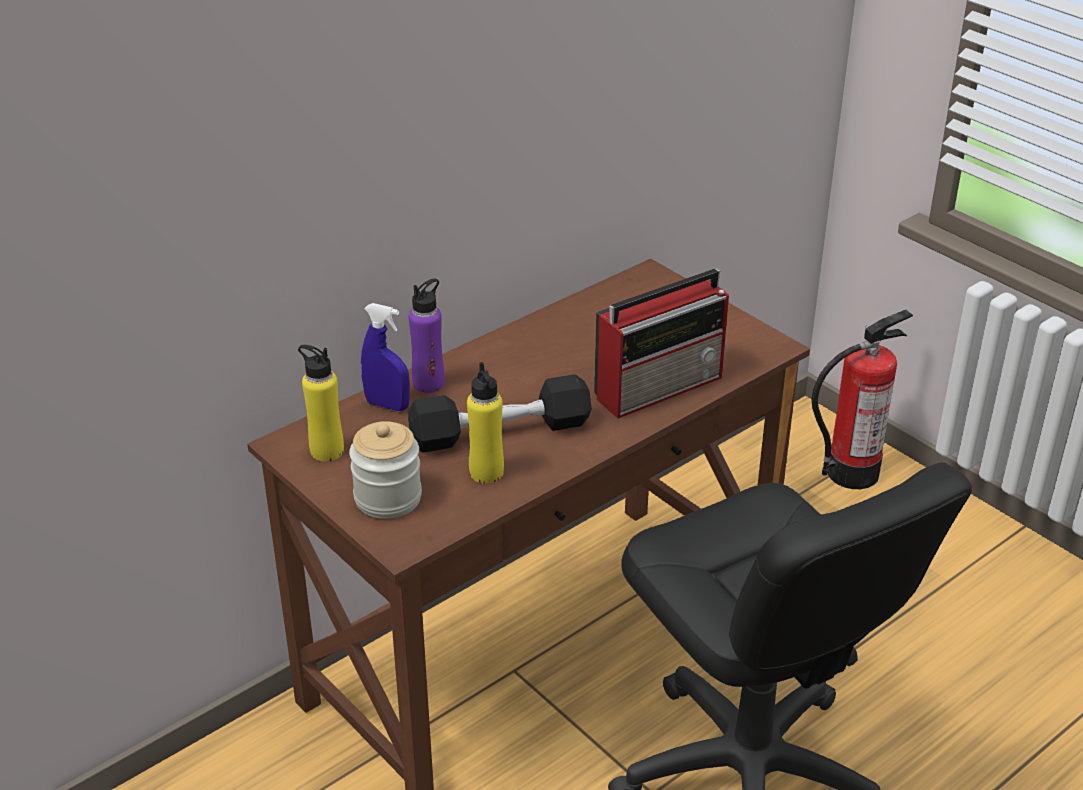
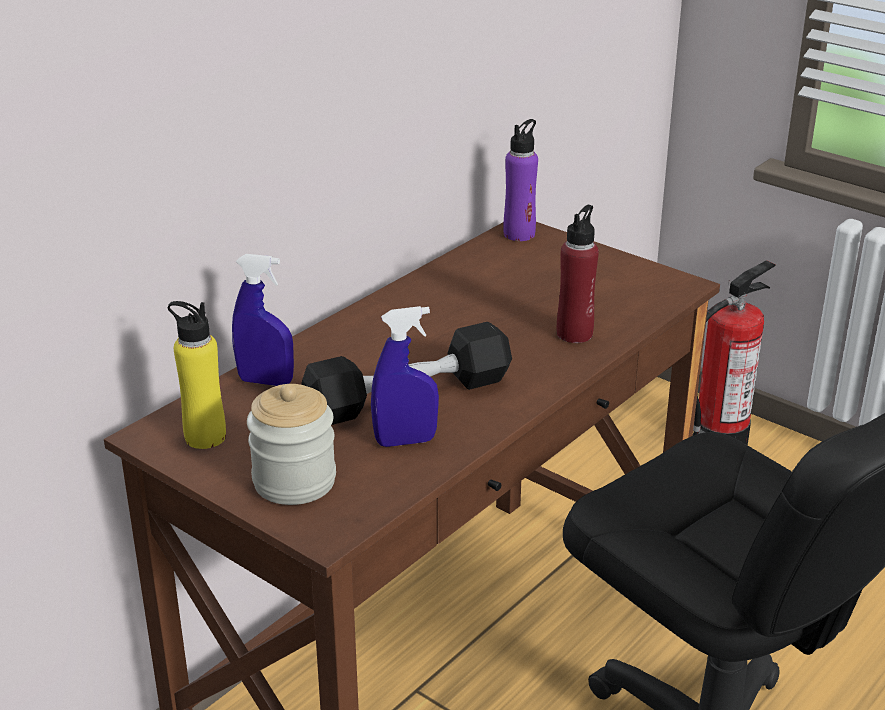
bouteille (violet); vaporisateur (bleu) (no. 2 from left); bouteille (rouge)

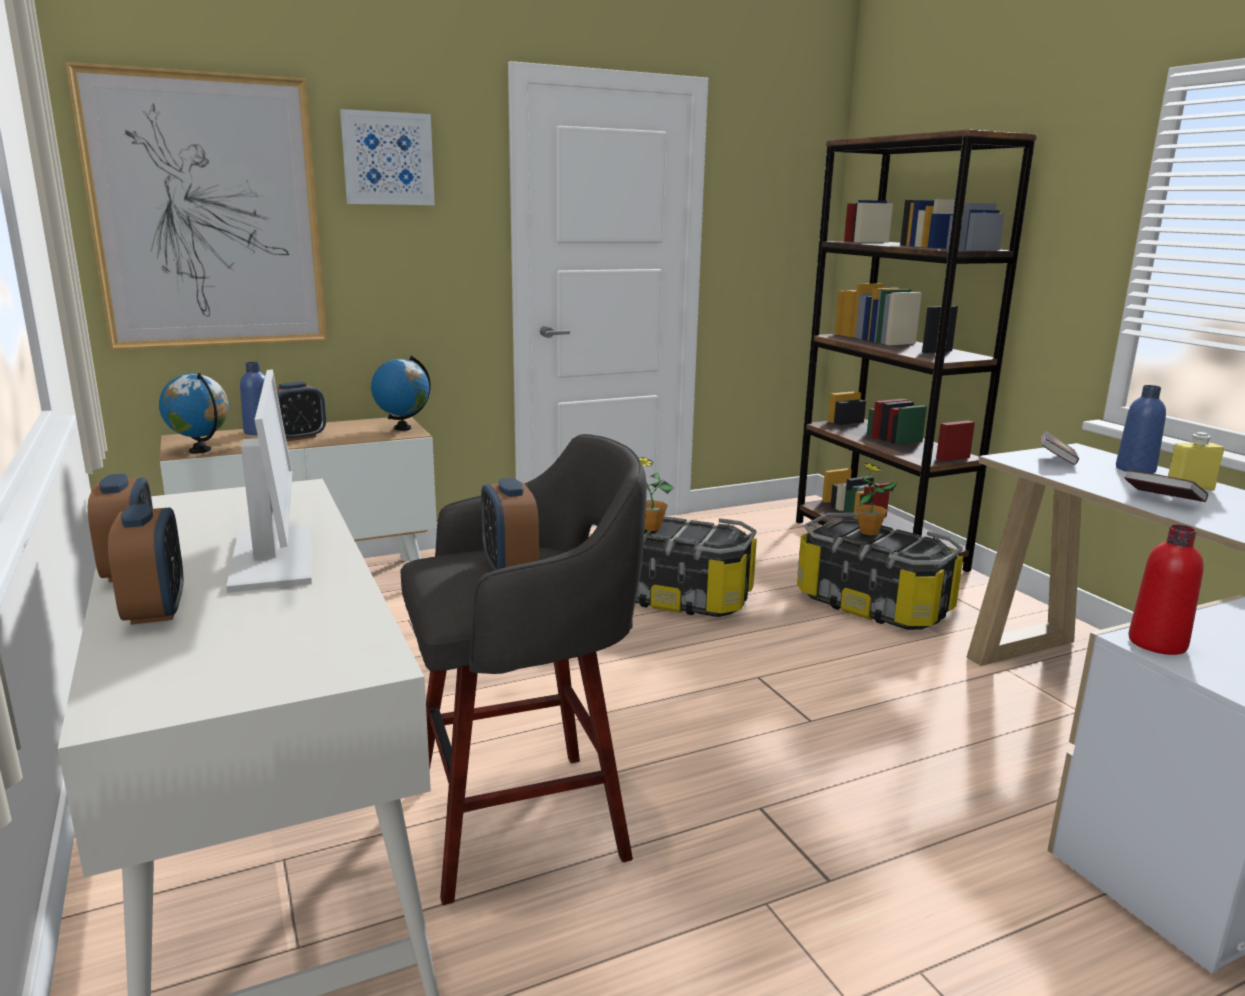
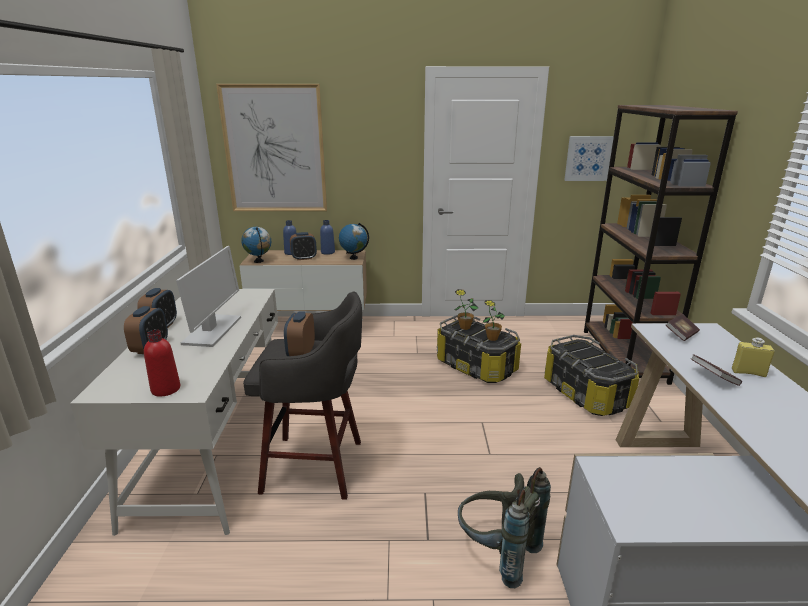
tableau (no. 2 from left); plante en pot (no. 2 from left); bouteille (bleu) (no. 2 from left); bouteille (rouge); sac à dos (gris)

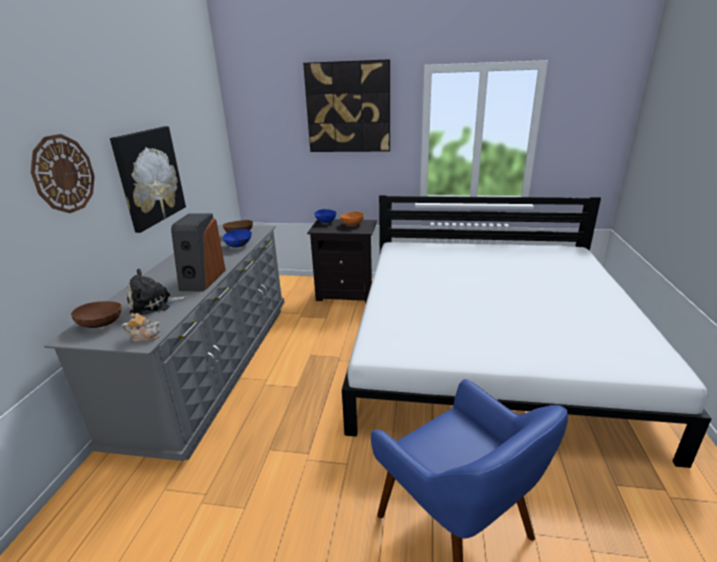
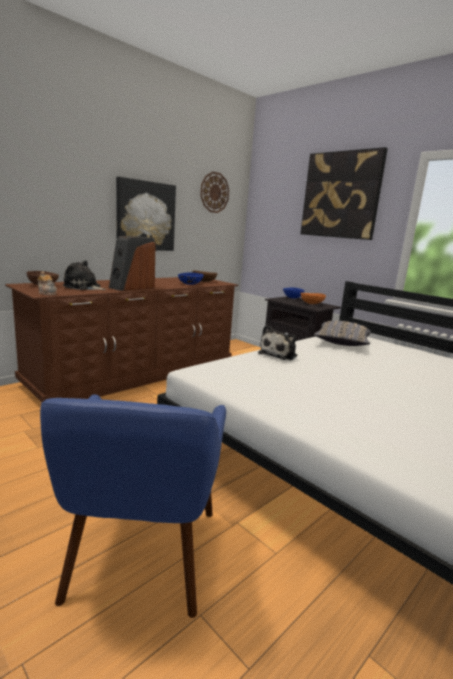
horloge murale; commode (marron); peluche (no. 2 from left); coussin (gris)

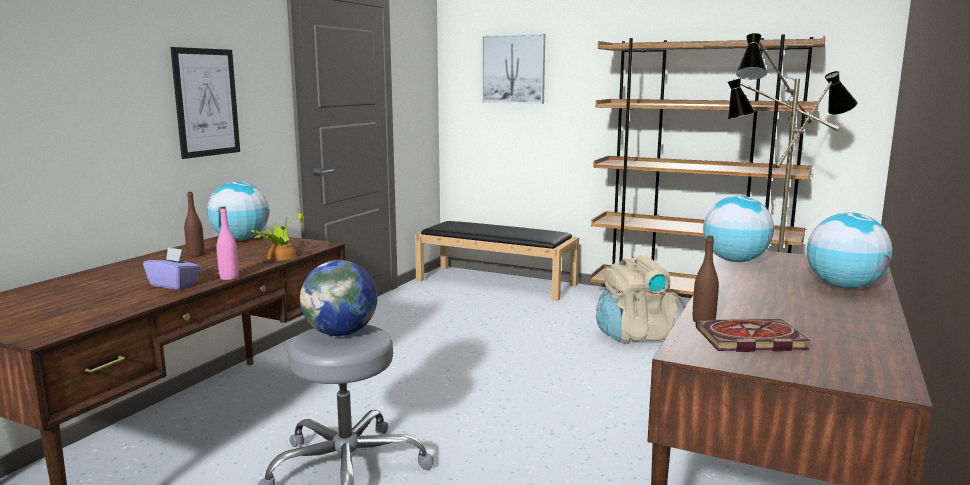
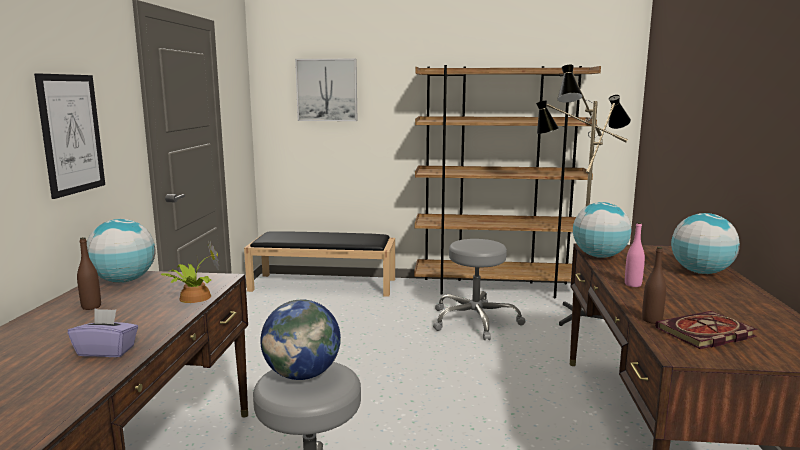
bouteille (rose); tabouret (gris) (no. 2 from left)

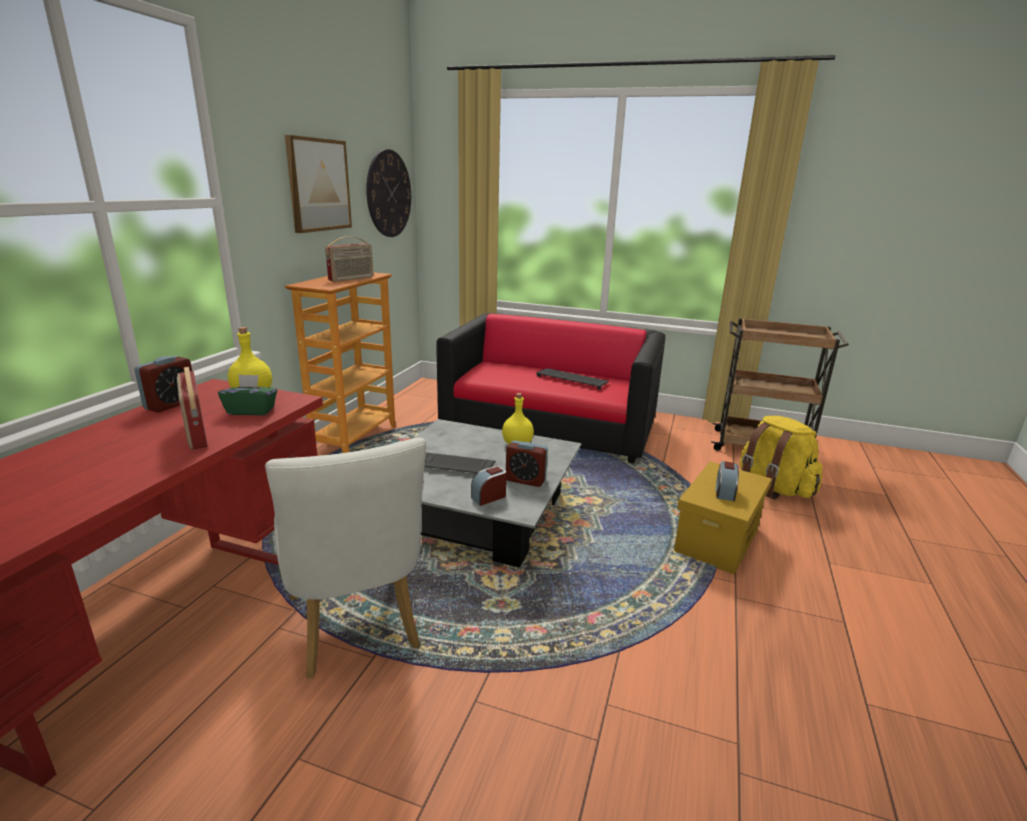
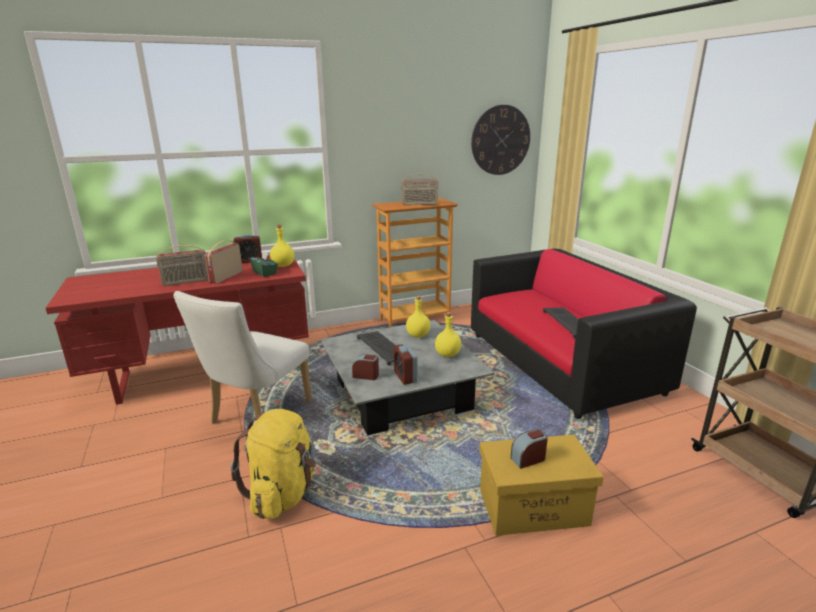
tableau; sac à dos (jaune); radio (no. 1 from left); bouteille (jaune) (no. 2 from left)

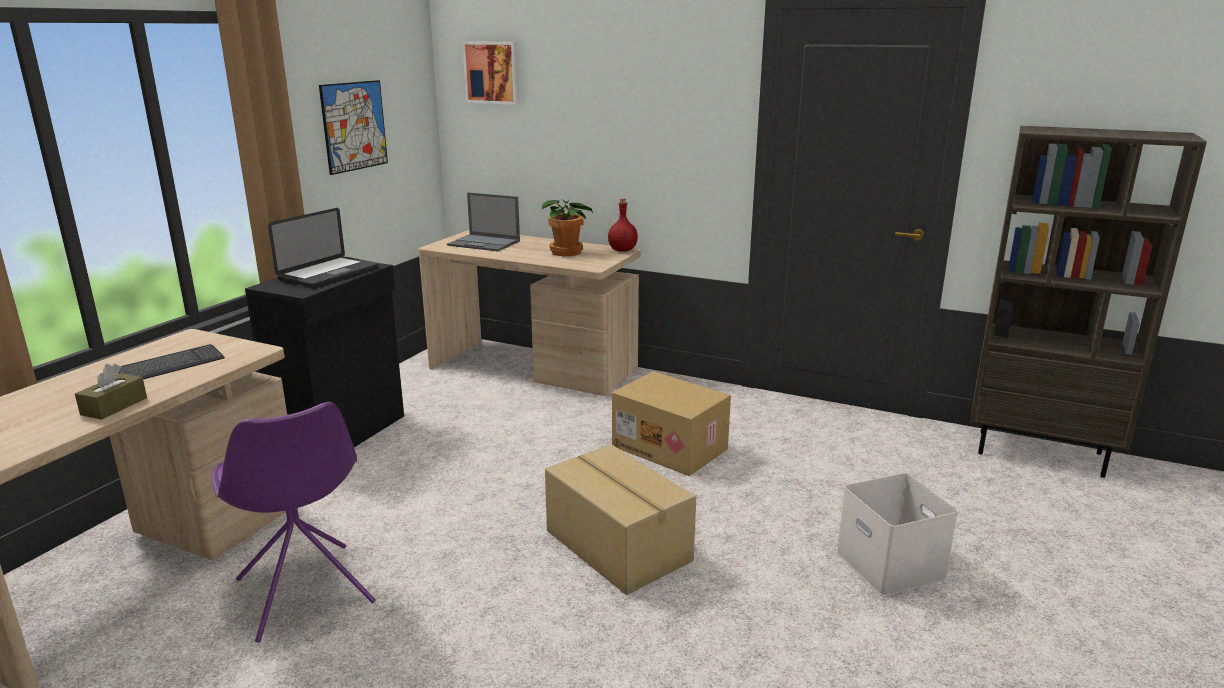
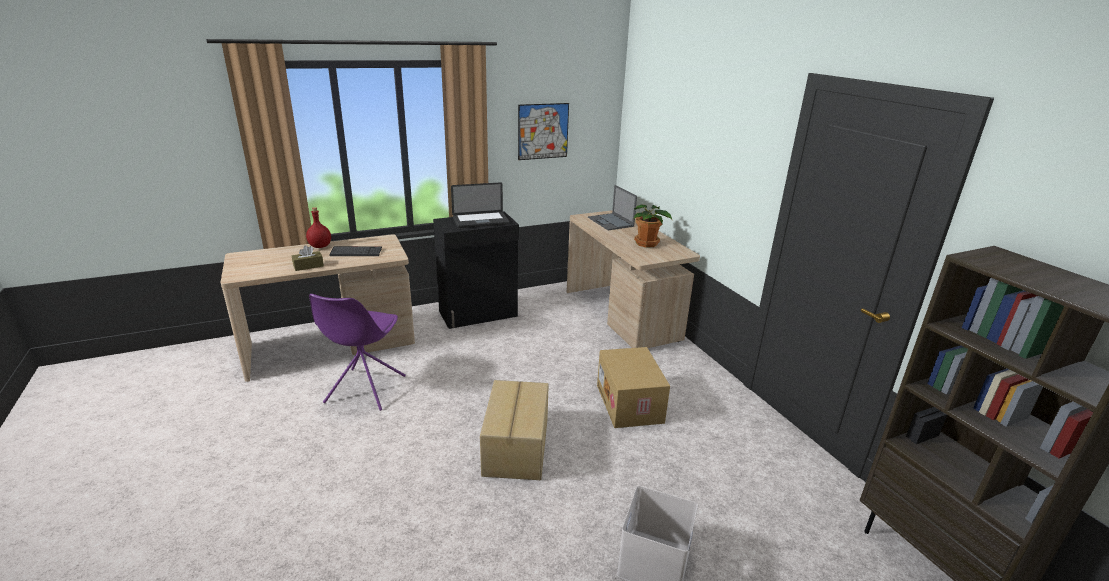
tableau (no. 2 from left in the first image); bouteille (rouge)

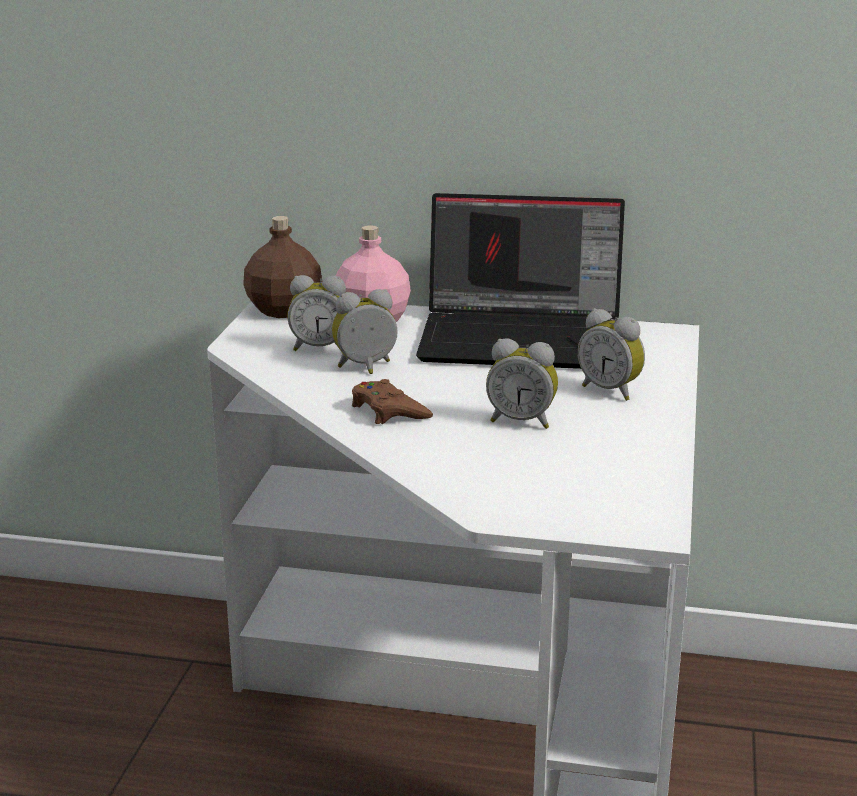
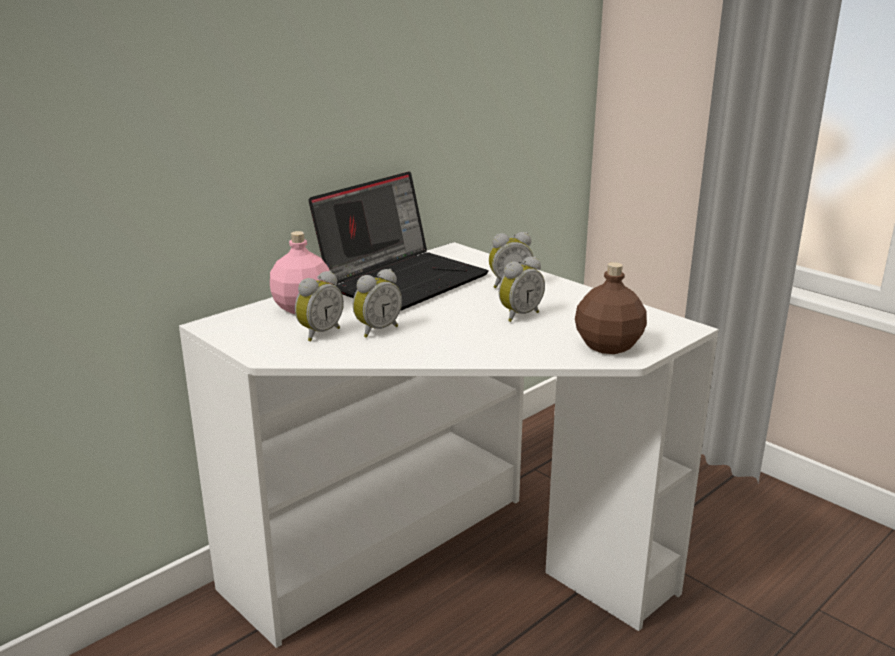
bouteille (marron); réveil (no. 2 from left); manette (marron)

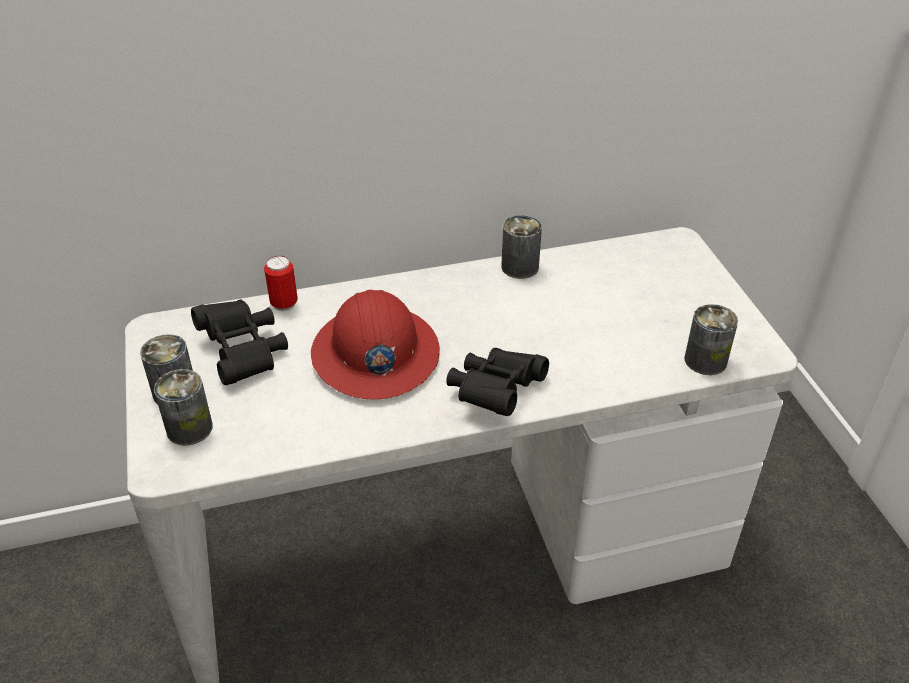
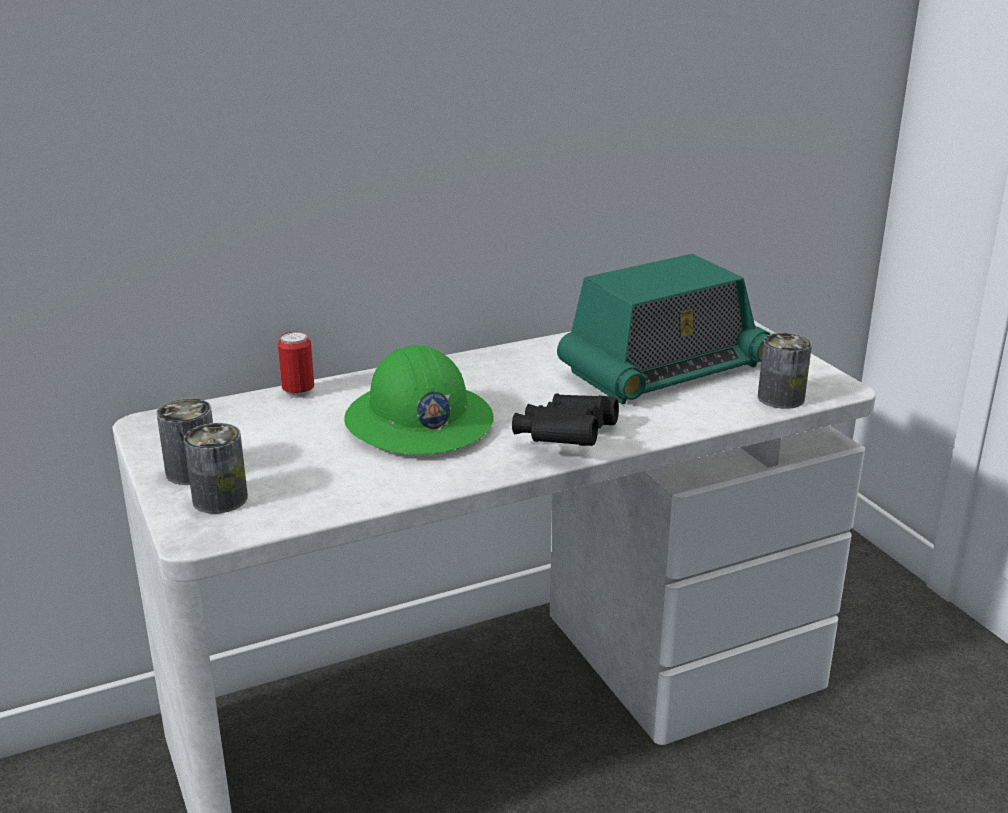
jumelles (noir) (no. 1 from left in the first image); casque de chantier (vert); boîte métallique (no. 4 from left in the first image); radio

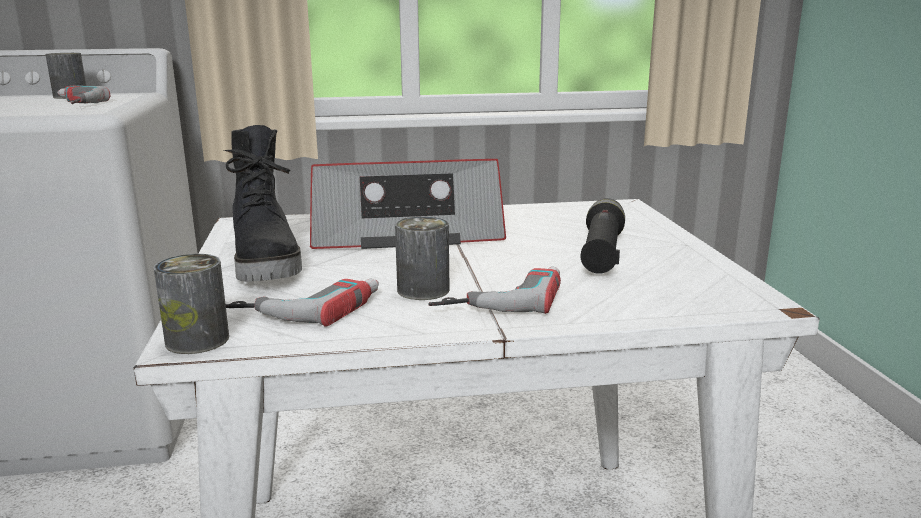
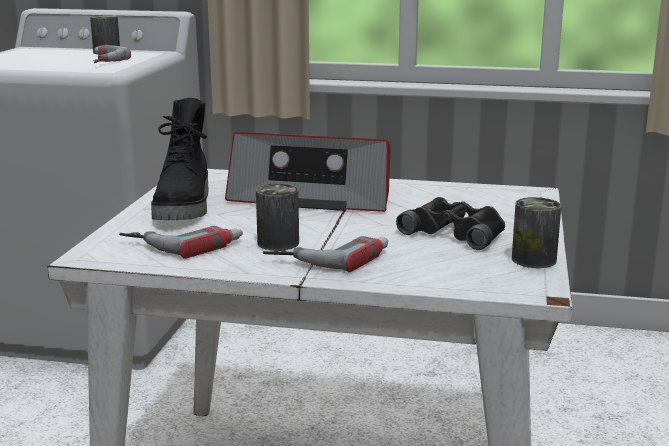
boîte métallique (no. 3 from left); jumelles (noir)

